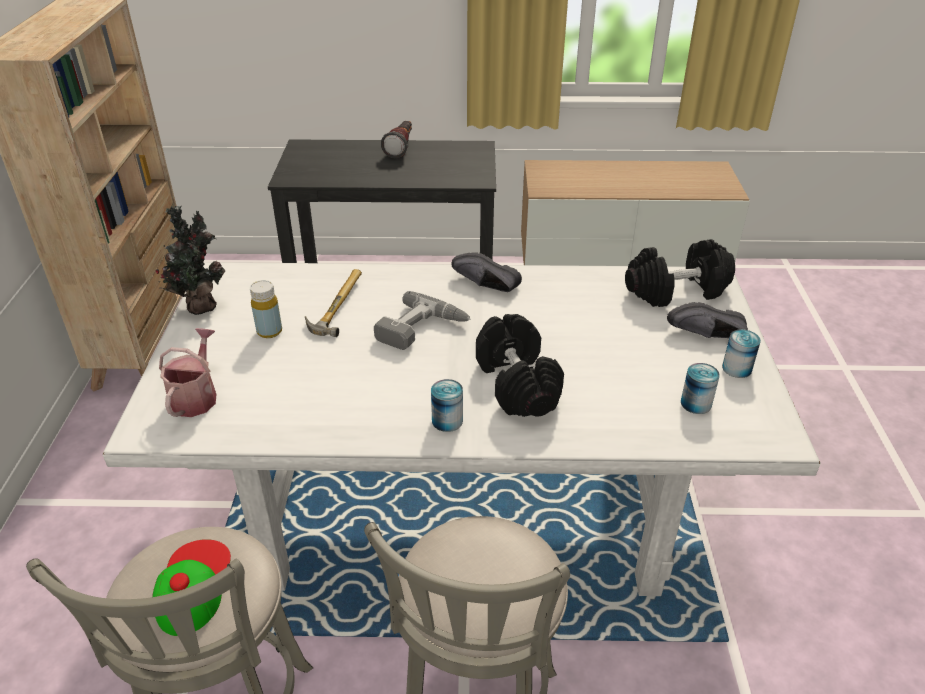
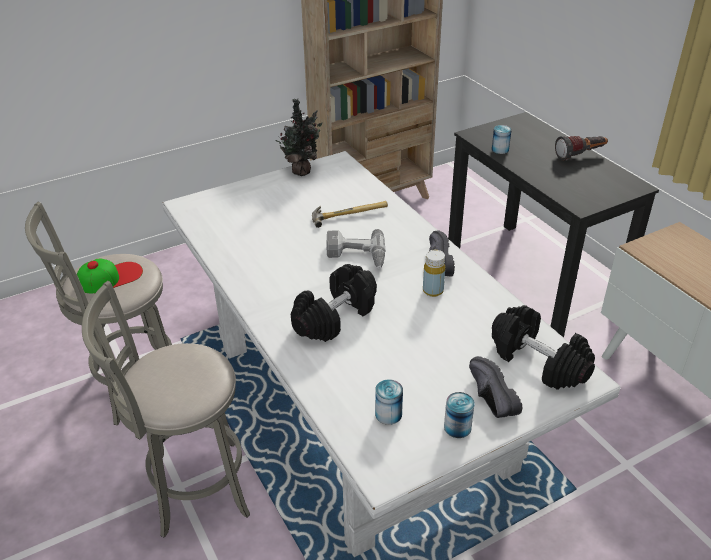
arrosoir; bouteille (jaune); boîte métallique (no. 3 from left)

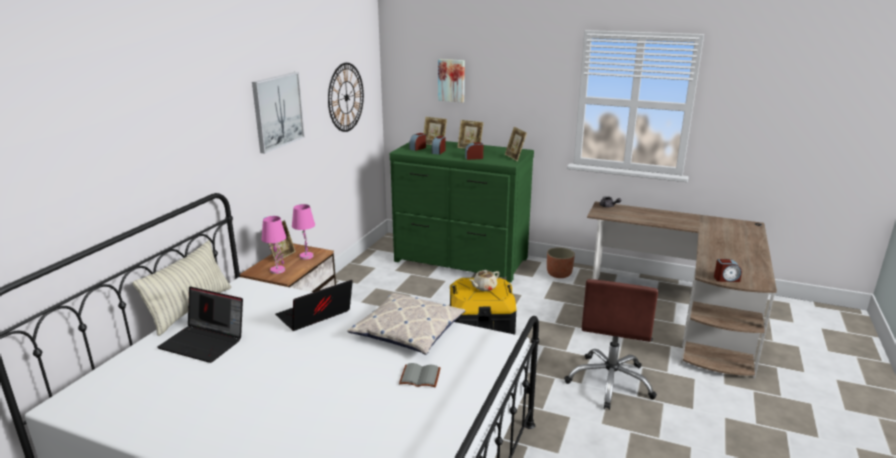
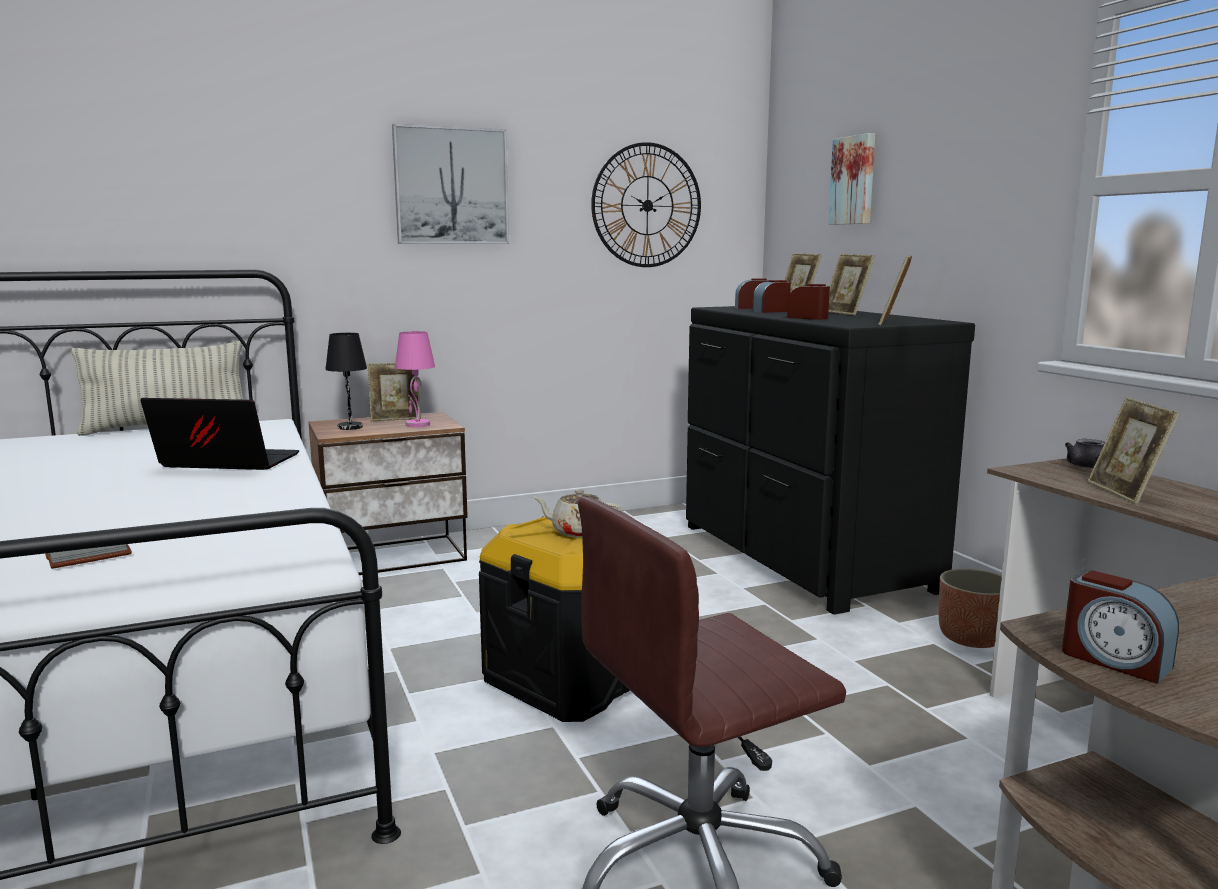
ordinateur portable (no. 1 from left in the first image); lampe de table (noir); coussin (no. 2 from left in the first image); commode (noir); cadre photo (no. 5 from left)

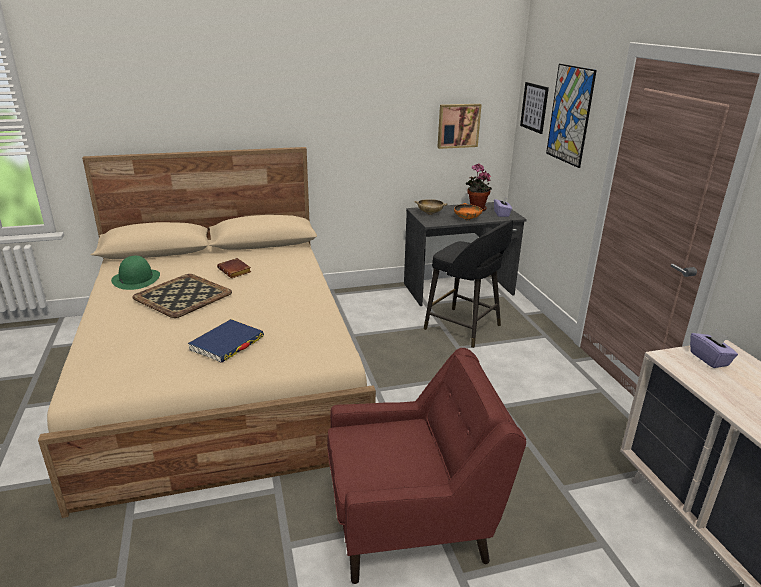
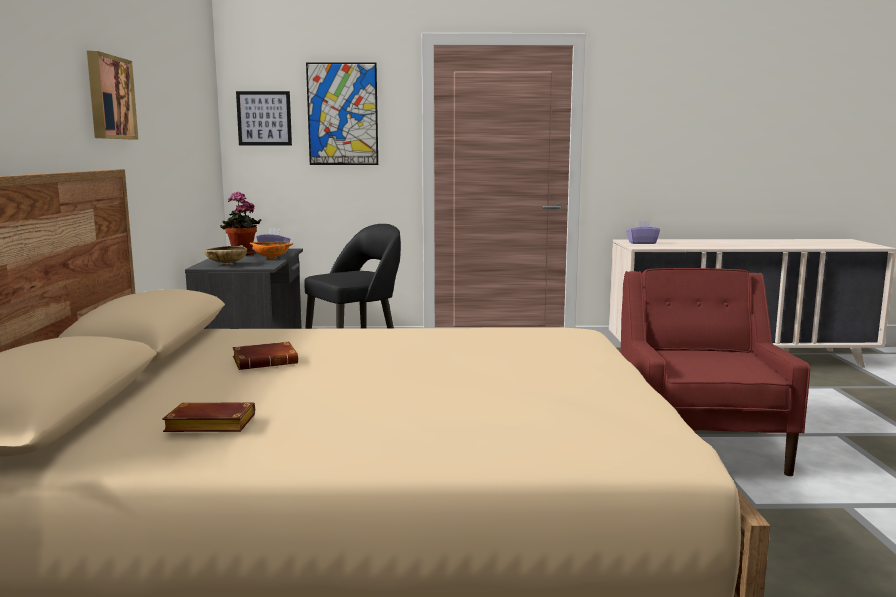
livre (marron) (no. 1 from left); plateau; livre (bleu); tableau (no. 1 from left)

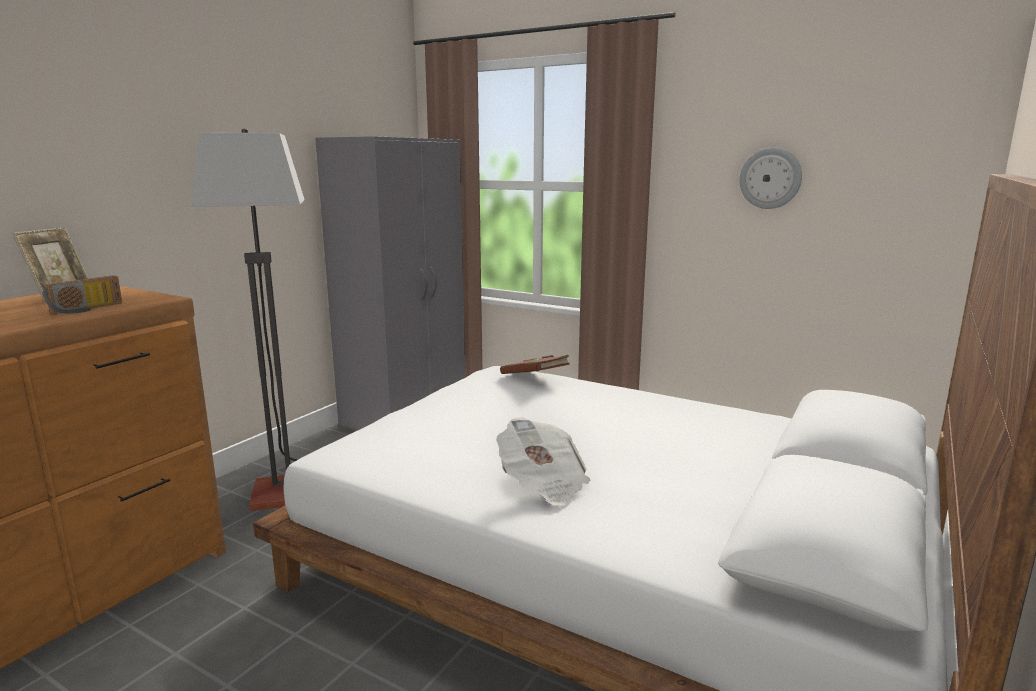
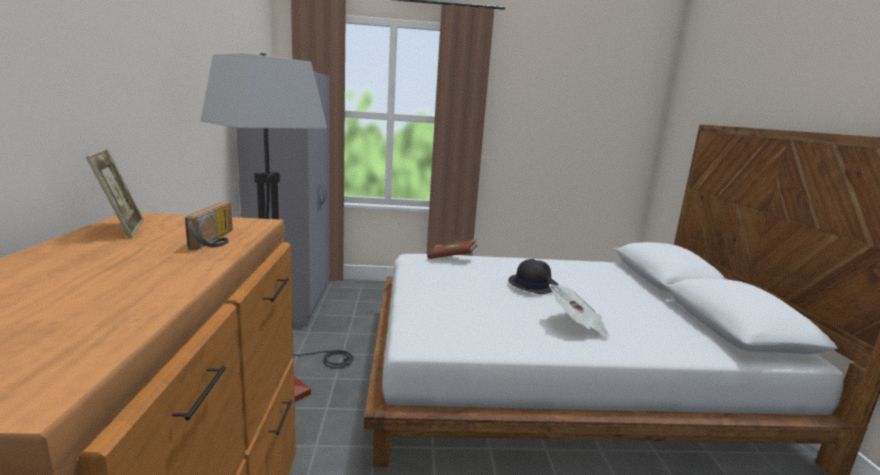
horloge murale; chapeau (noir)

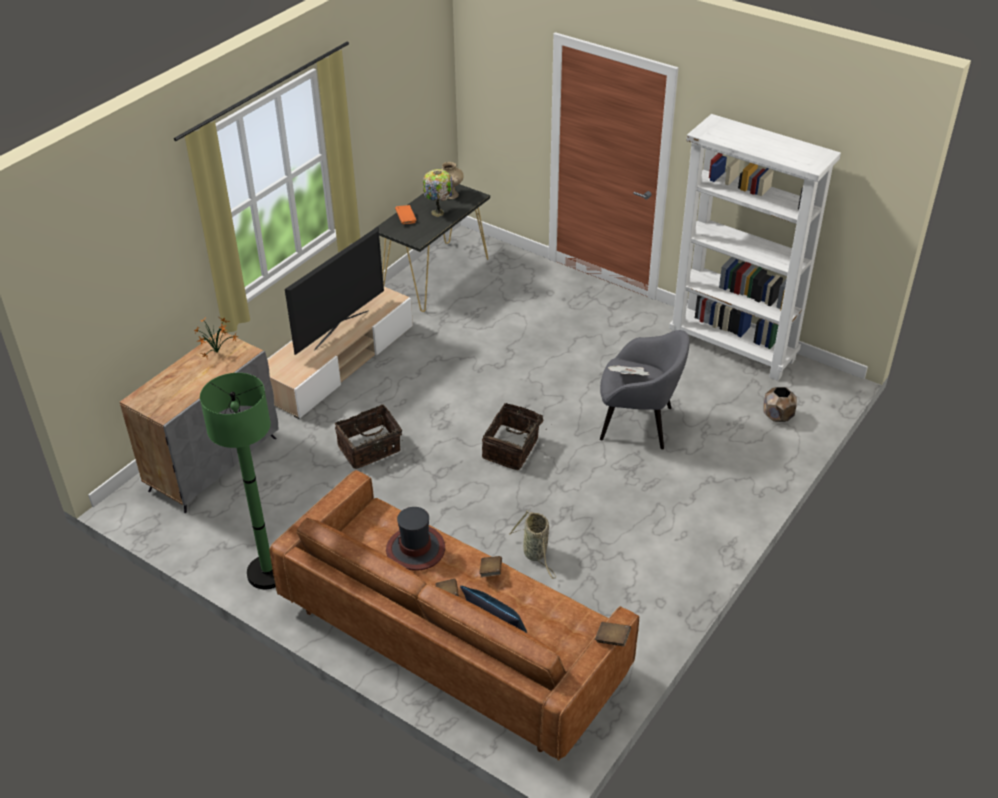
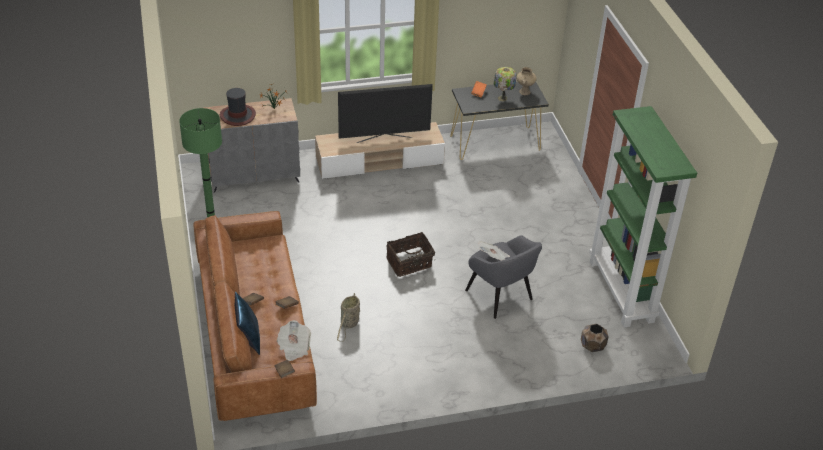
panier (no. 1 from left in the first image); chapeau; bibliothèque (vert); journal (no. 1 from left)

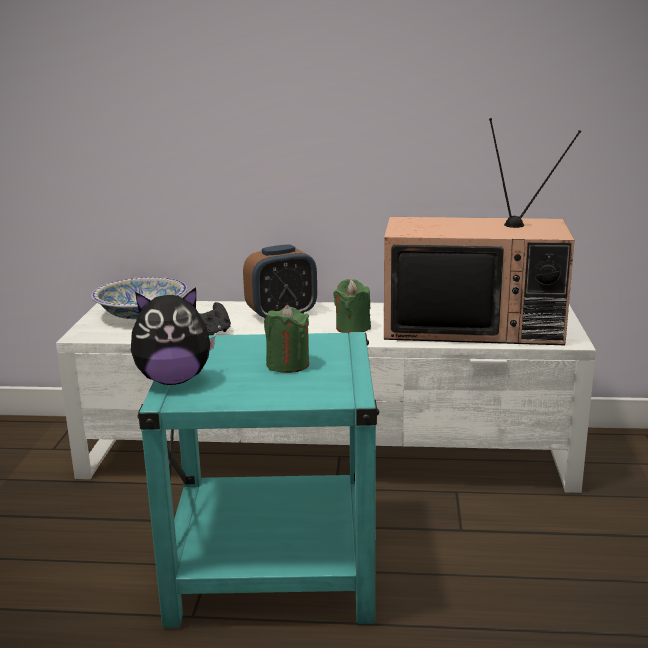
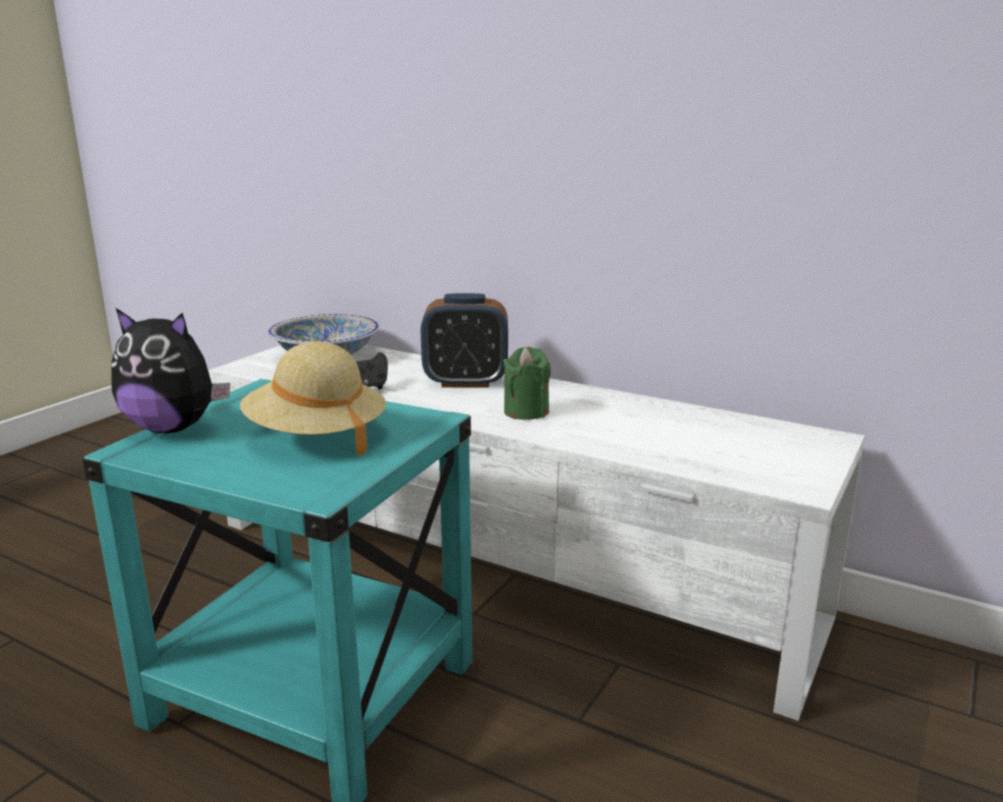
chapeau (beige); téléviseur

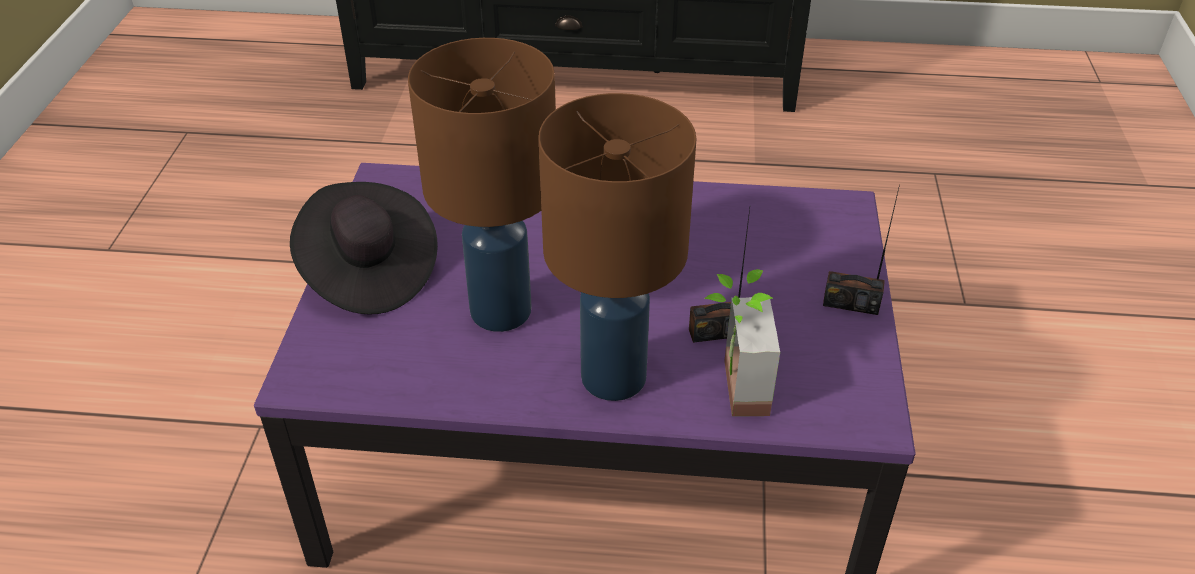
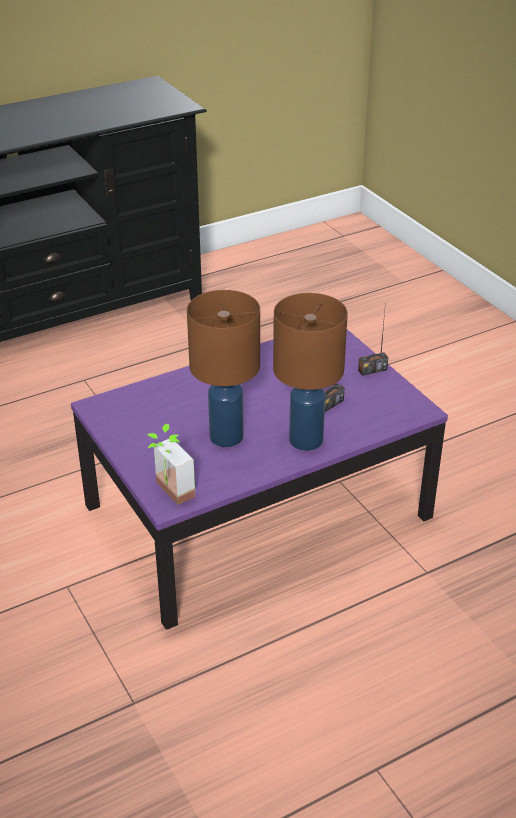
chapeau (noir); plante en pot

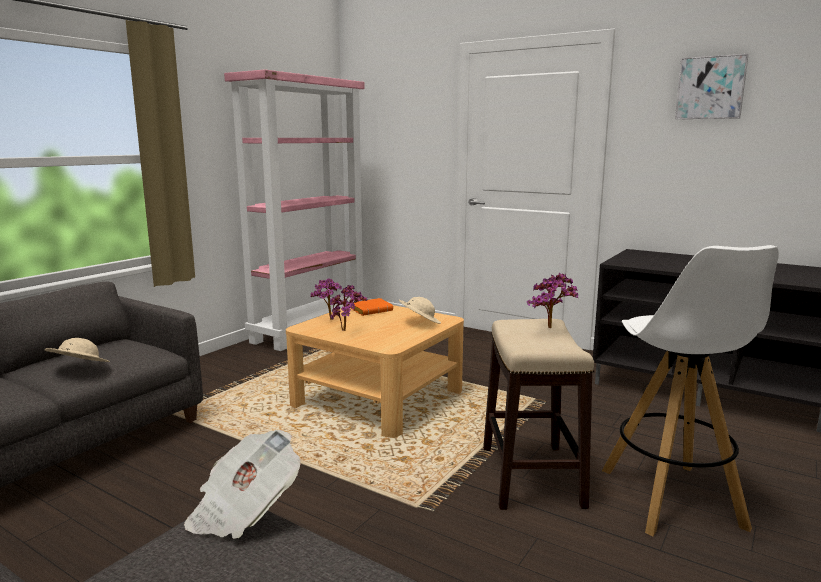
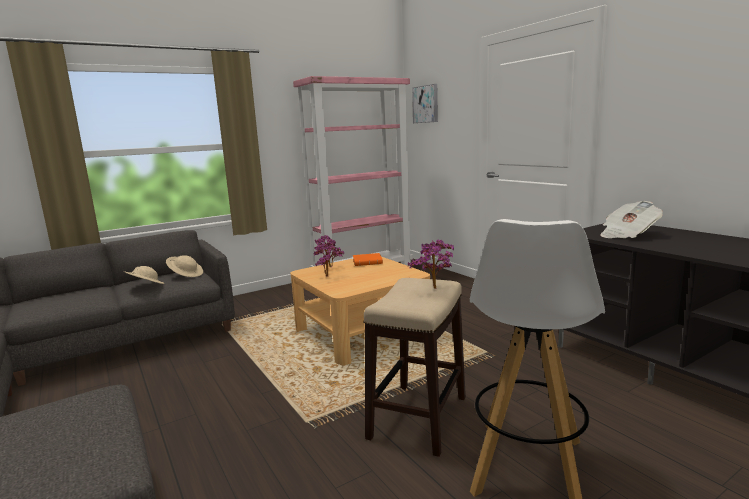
journal; chapeau (beige) (no. 2 from left); tableau

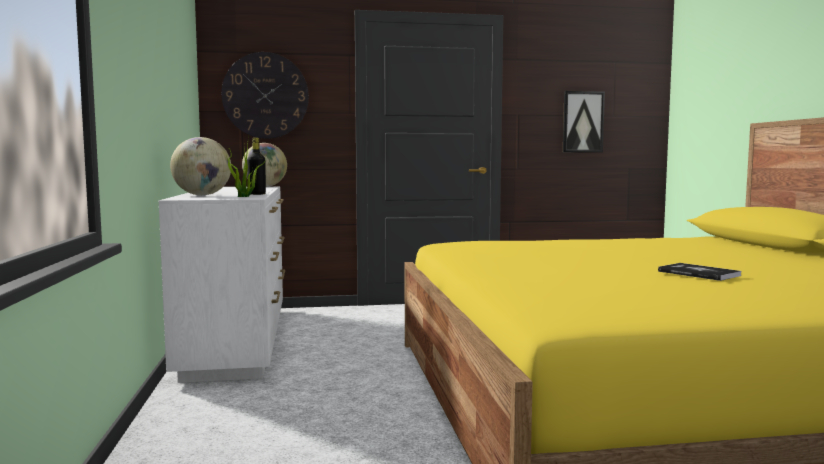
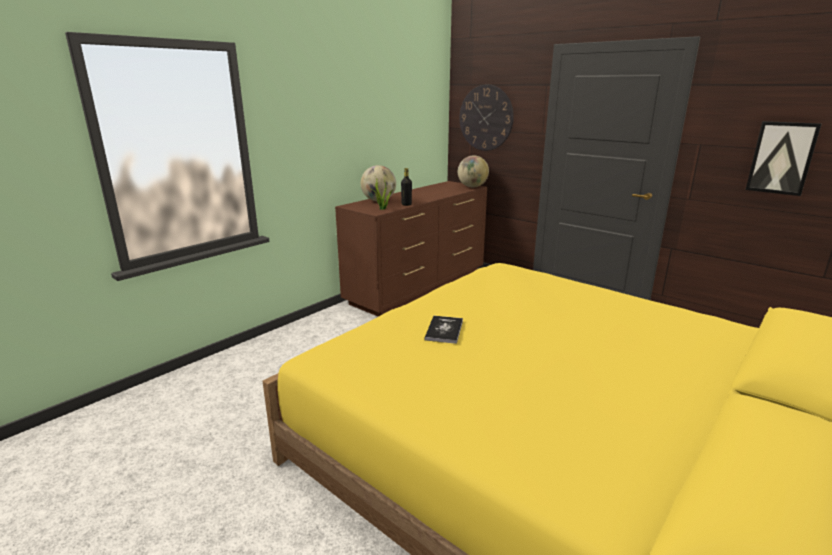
commode (marron); livre

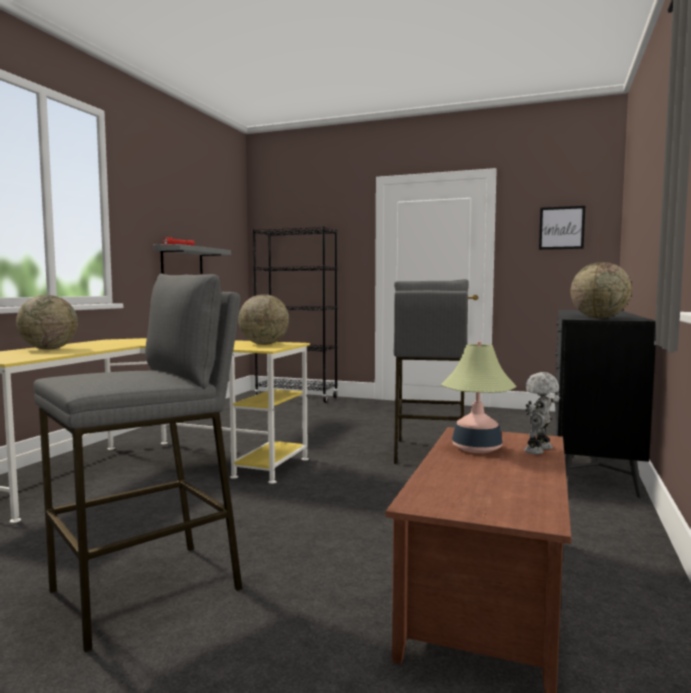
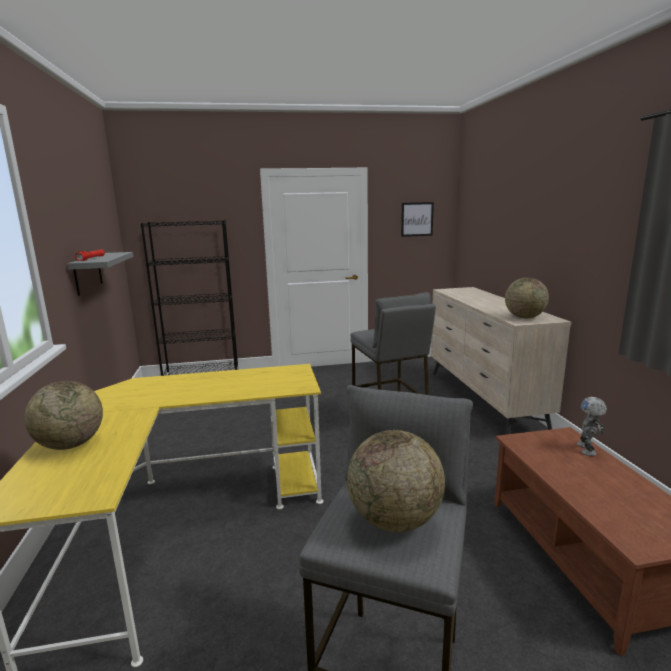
globe (no. 2 from left); lampe de table; commode (beige)

